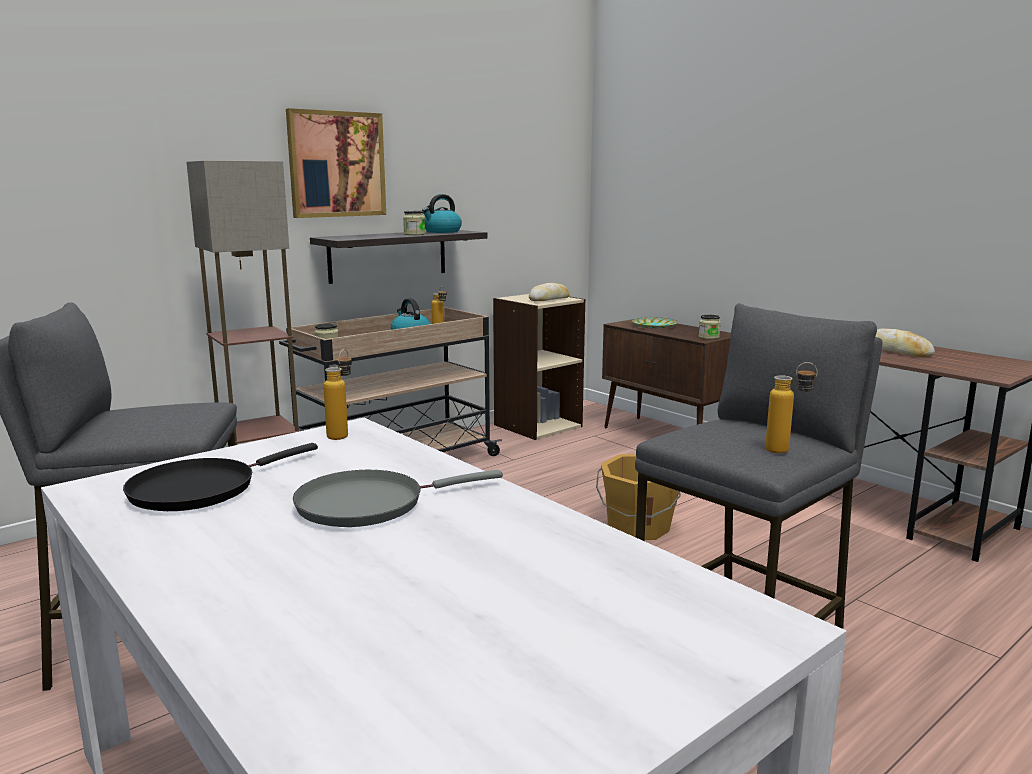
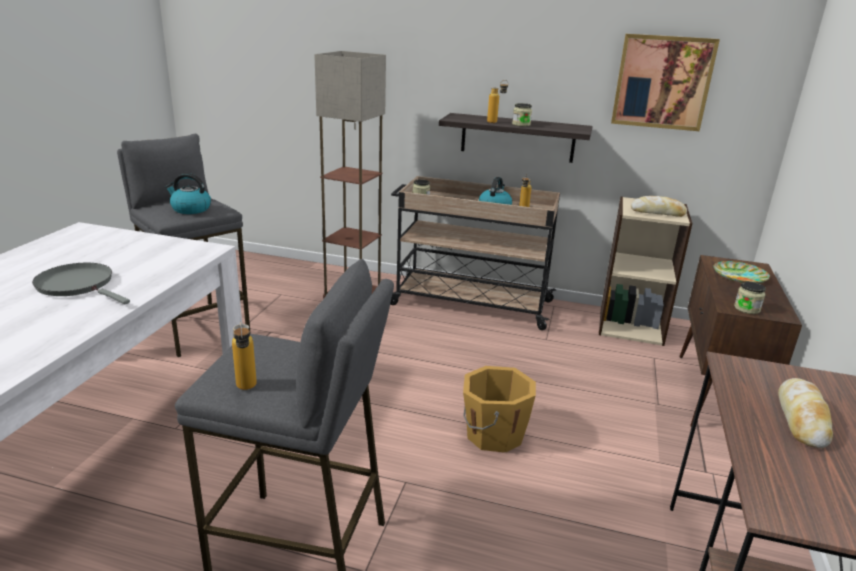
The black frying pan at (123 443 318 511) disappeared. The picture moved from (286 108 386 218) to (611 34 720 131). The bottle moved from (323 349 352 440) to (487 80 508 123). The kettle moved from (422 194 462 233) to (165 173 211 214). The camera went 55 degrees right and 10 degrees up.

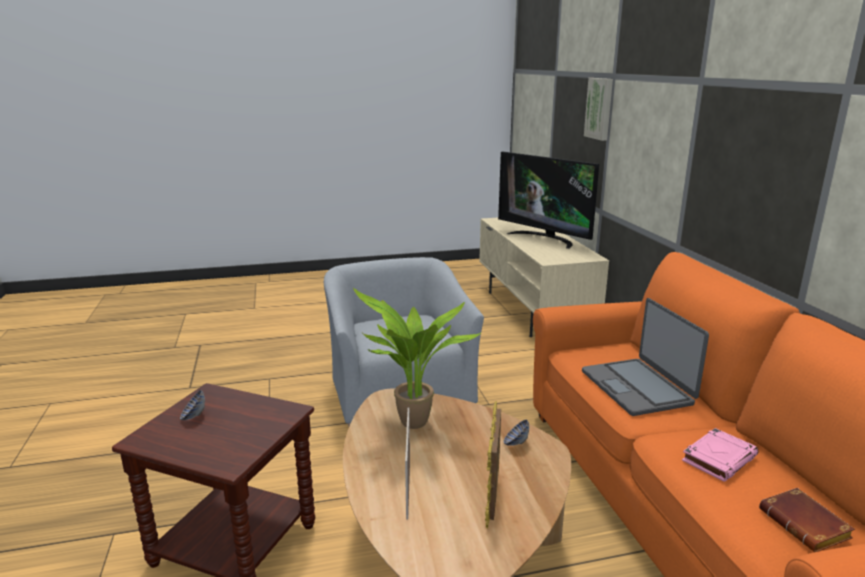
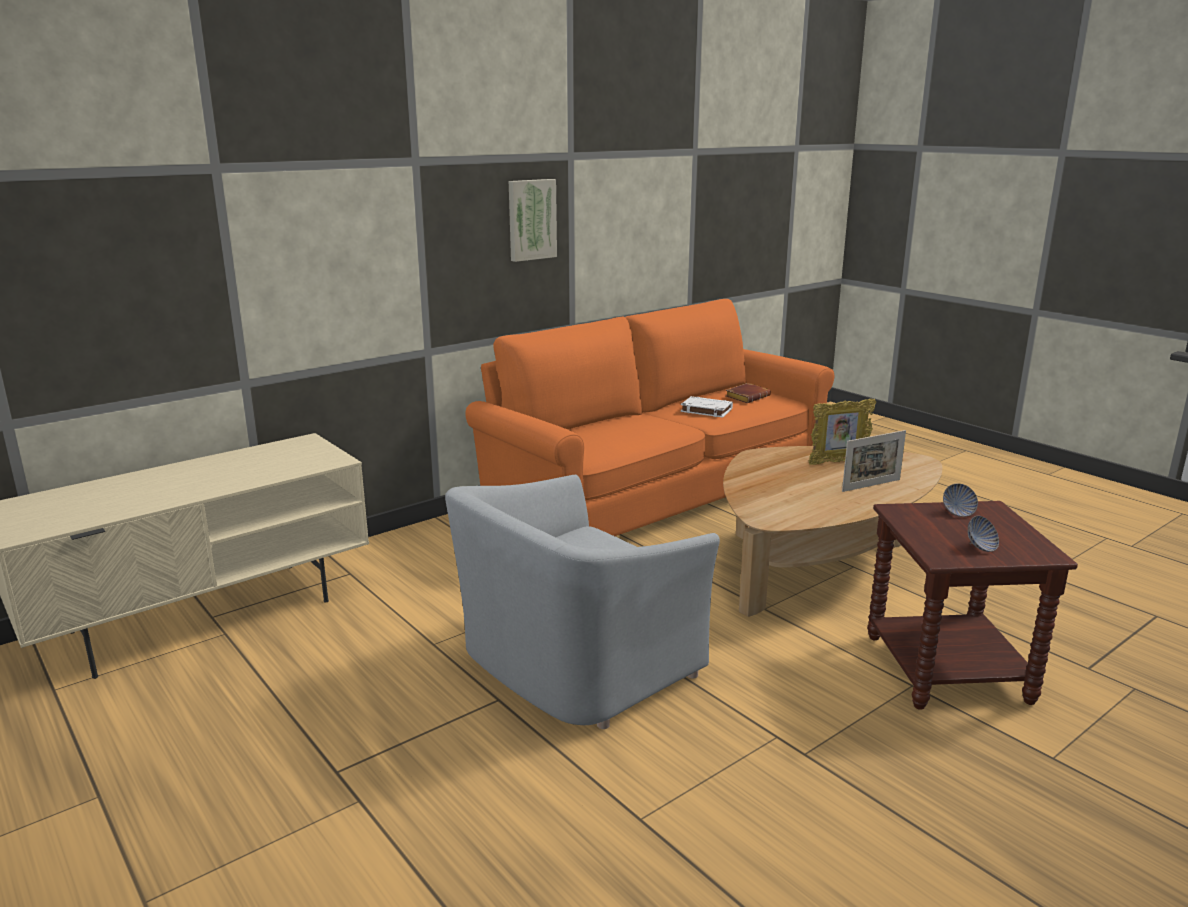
The potted plant at (353 288 482 429) disappeared. The television at (498 152 599 249) disappeared. The bowl moved from (503 420 529 446) to (943 484 978 517). The laptop at (582 298 709 416) disappeared. The picture moved from (584 78 613 141) to (509 179 557 262). The pink book at (682 428 758 482) became the white book at (681 396 733 418). The camera went 115 degrees left and 0 degrees up.

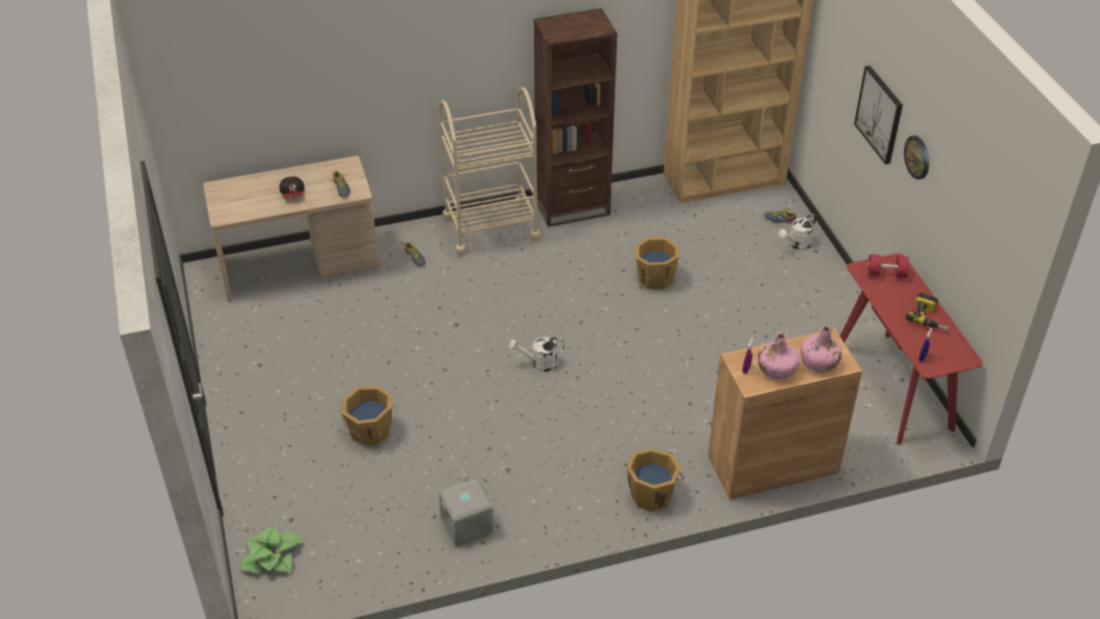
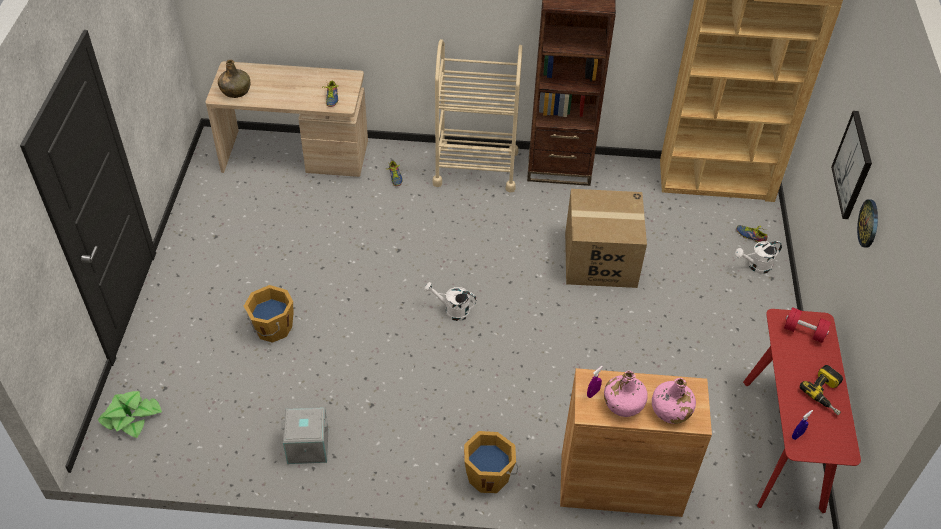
The cap at (279 176 305 199) disappeared. The orange bucket at (636 237 679 289) was replaced by the cardboard box at (565 189 647 288). The green bottle at (218 60 251 98) appeared. The camera went 20 degrees right and 5 degrees up.

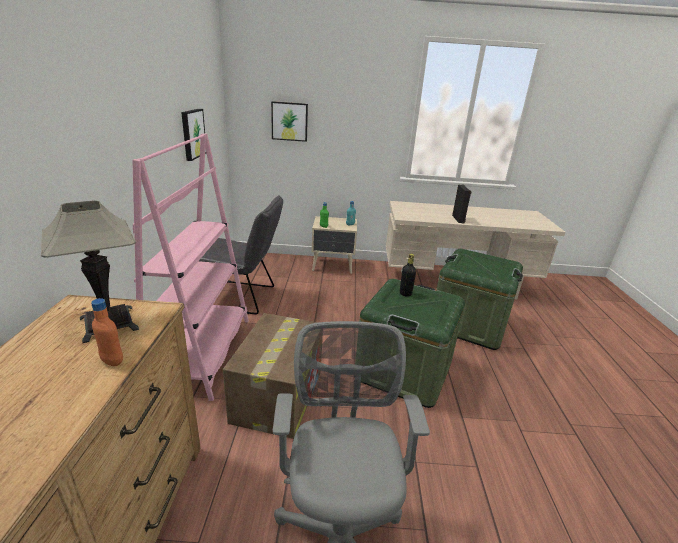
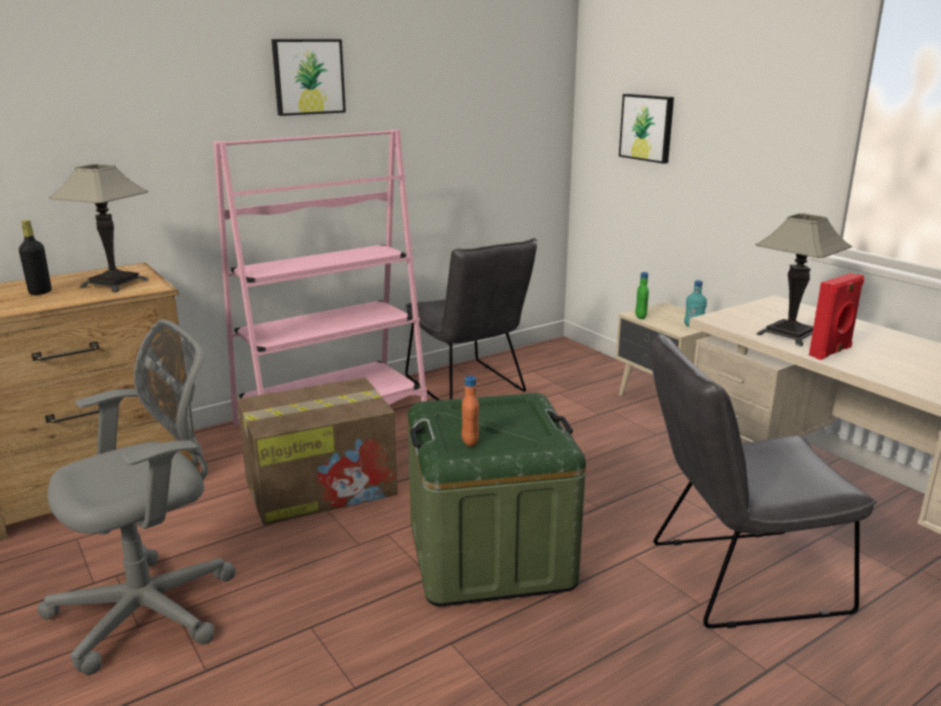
The orange bottle moved from (91 298 123 366) to (462 376 479 447). The picture moved from (181 109 206 161) to (271 39 346 116). The black bottle moved from (400 254 416 297) to (19 220 51 295). The green storage box at (436 249 523 350) was replaced by the grey chair at (650 332 877 628). The black speaker at (452 184 471 224) became the red speaker at (809 273 864 360). The table lamp at (755 213 852 347) appeared. The camera went 55 degrees right and 5 degrees down.

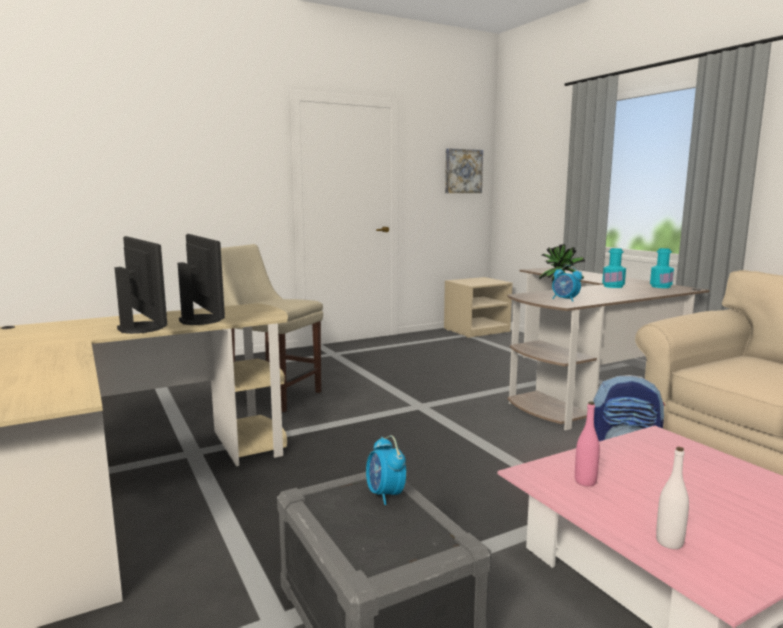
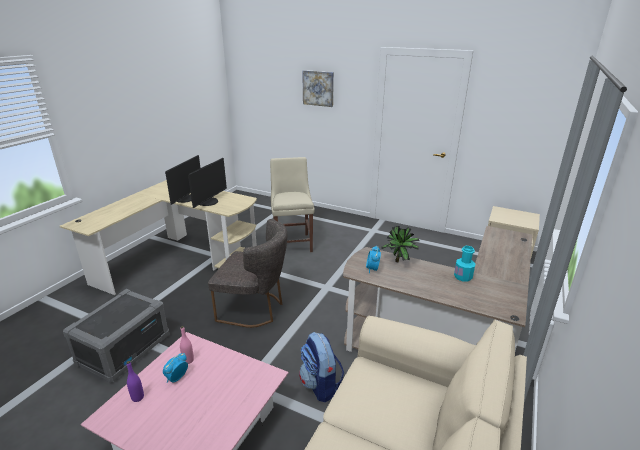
The alarm clock moved from (366 435 406 505) to (163 353 188 383). The picture moved from (445 148 483 193) to (302 70 334 107). The turquoise bottle at (650 248 674 288) disappeared. The white bottle at (656 447 689 549) became the purple bottle at (126 361 144 402). The grey chair at (208 219 287 328) appeared. The camera went 55 degrees right and 15 degrees up.

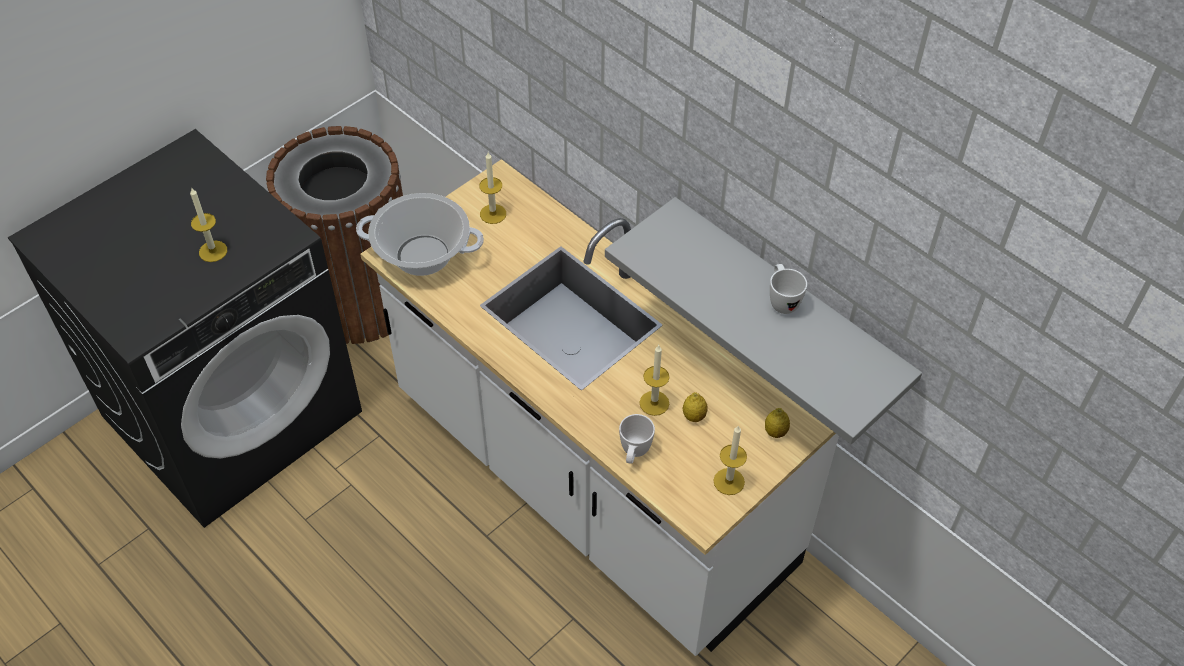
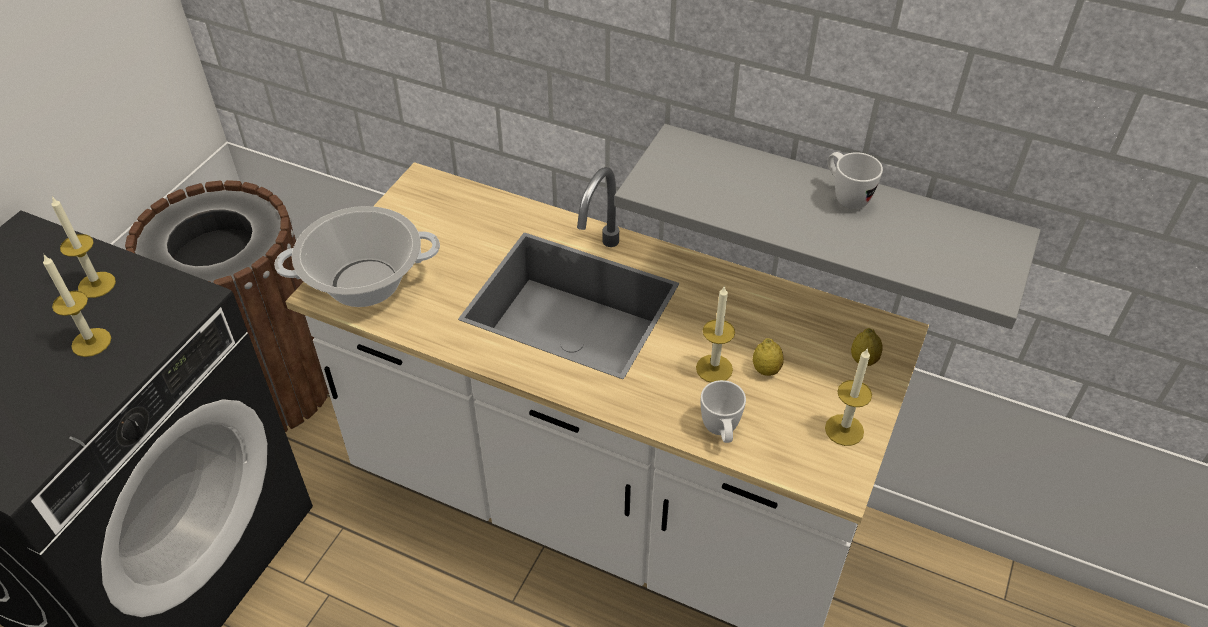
The candle moved from (479 152 506 224) to (52 196 116 298). The camera went 20 degrees left and 5 degrees down.

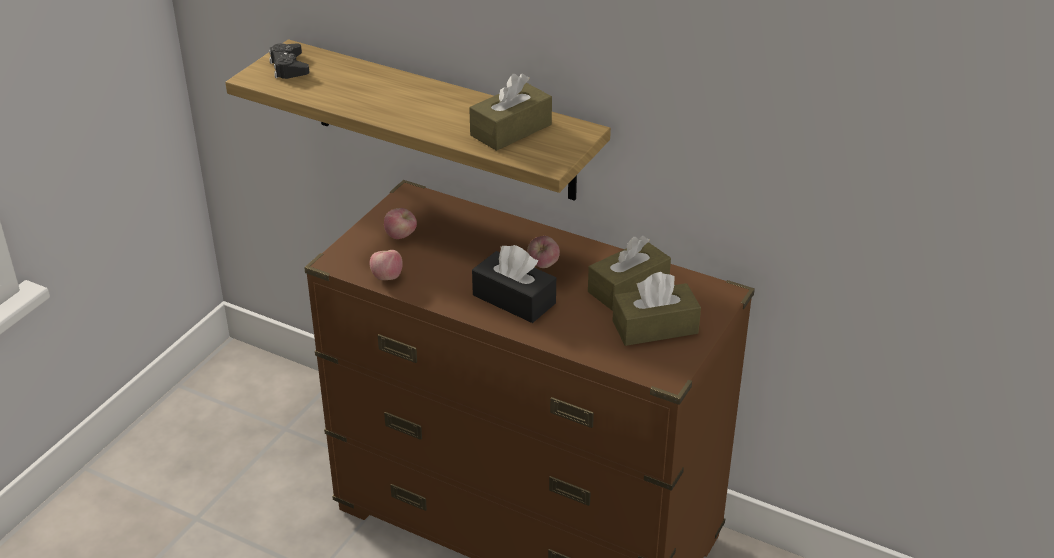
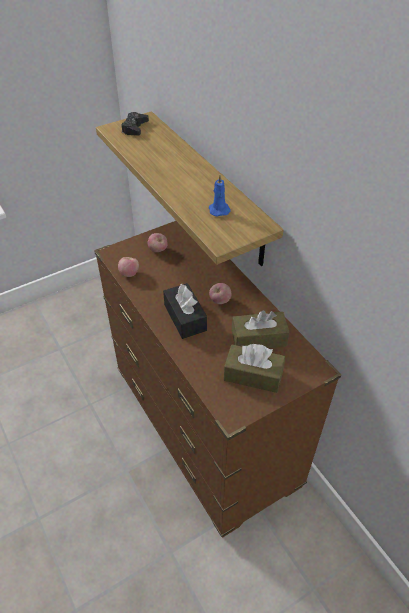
The brown tissue box at (469 73 552 151) was replaced by the blue candle at (209 175 231 217). The camera went 30 degrees right and 10 degrees up.

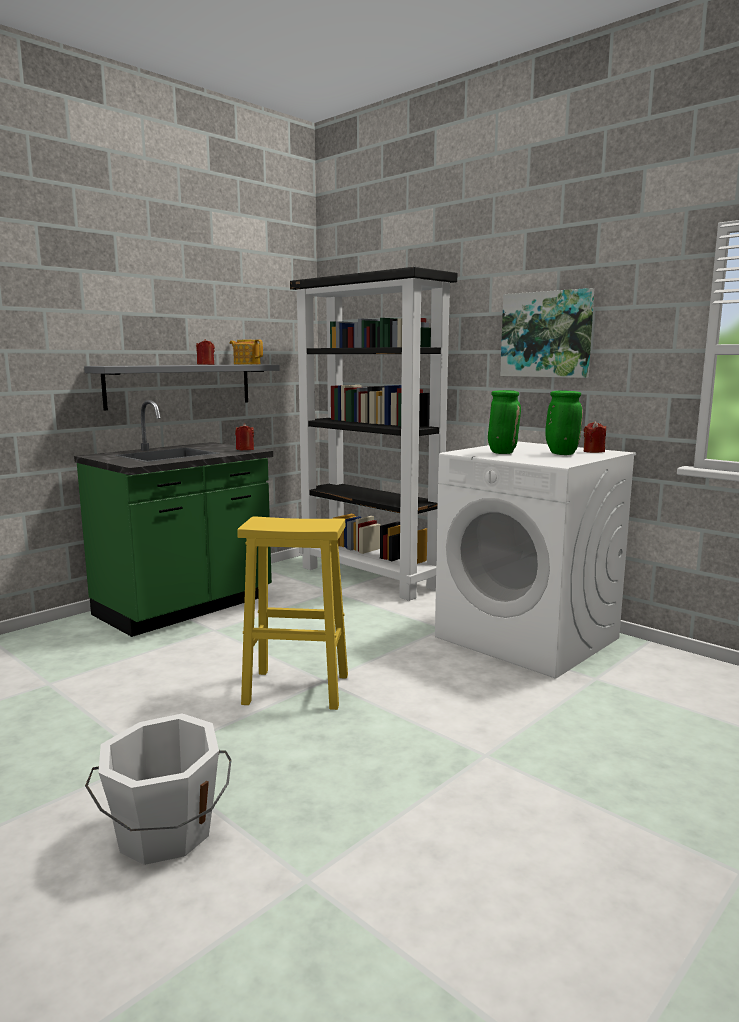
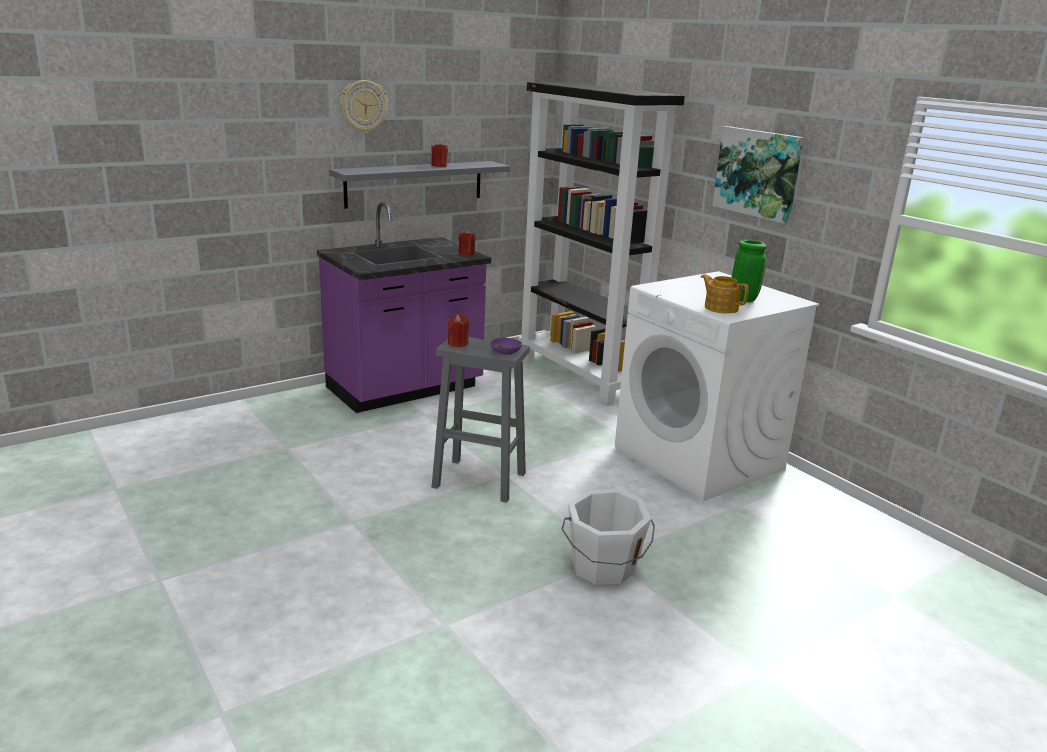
The green counter at (74 400 273 637) became the purple counter at (317 202 491 413). The white bucket moved from (85 713 232 865) to (561 489 655 585). The teapot moved from (230 339 263 365) to (701 274 749 314). The yellow stool at (237 516 348 710) became the grey stool at (432 337 530 503). The green vase at (488 390 521 454) disappeared. The red candle moved from (584 421 606 453) to (448 314 469 347). The wall clock at (340 80 388 133) appeared. The purple bowl at (490 338 522 355) appeared. The camera went 10 degrees right and 10 degrees up.

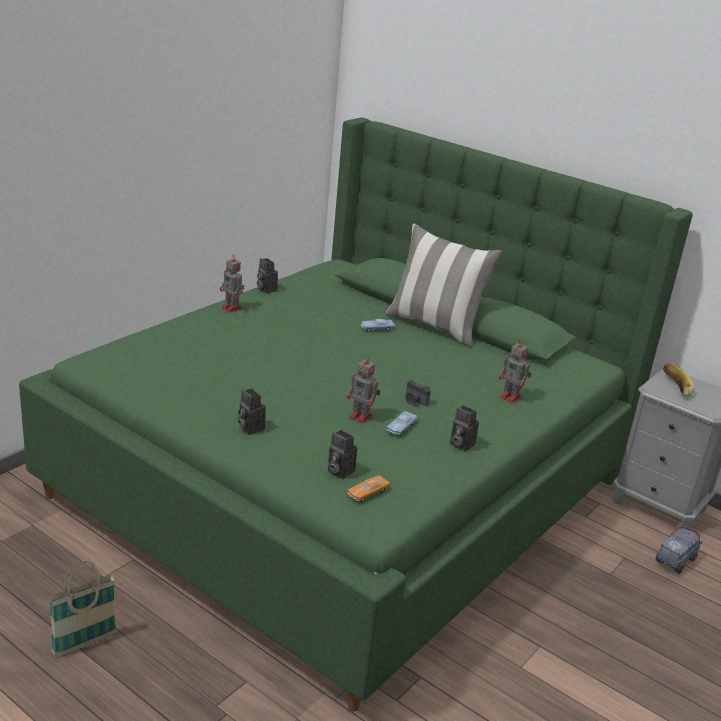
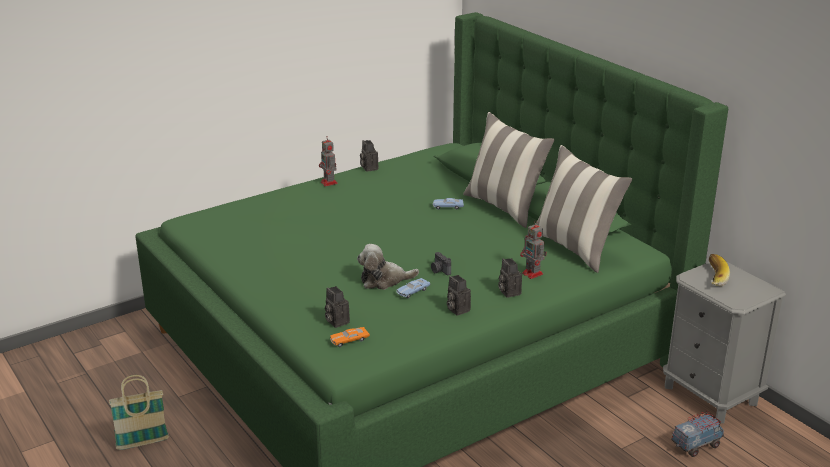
The photo camera moved from (238 389 266 435) to (498 258 522 298). The toy robot at (347 355 380 423) was replaced by the plush toy at (357 244 419 290). The pillow at (536 145 632 273) appeared. The camera went 20 degrees right and 0 degrees up.

